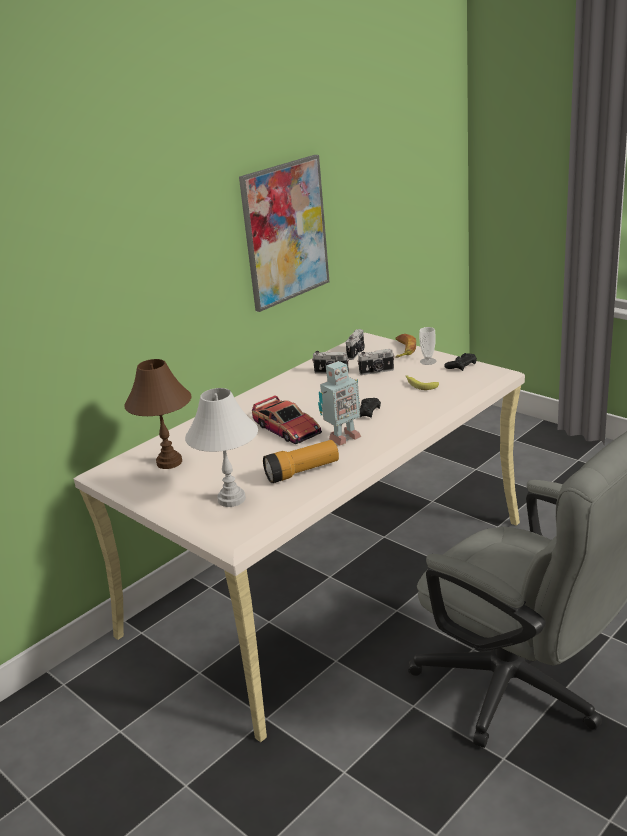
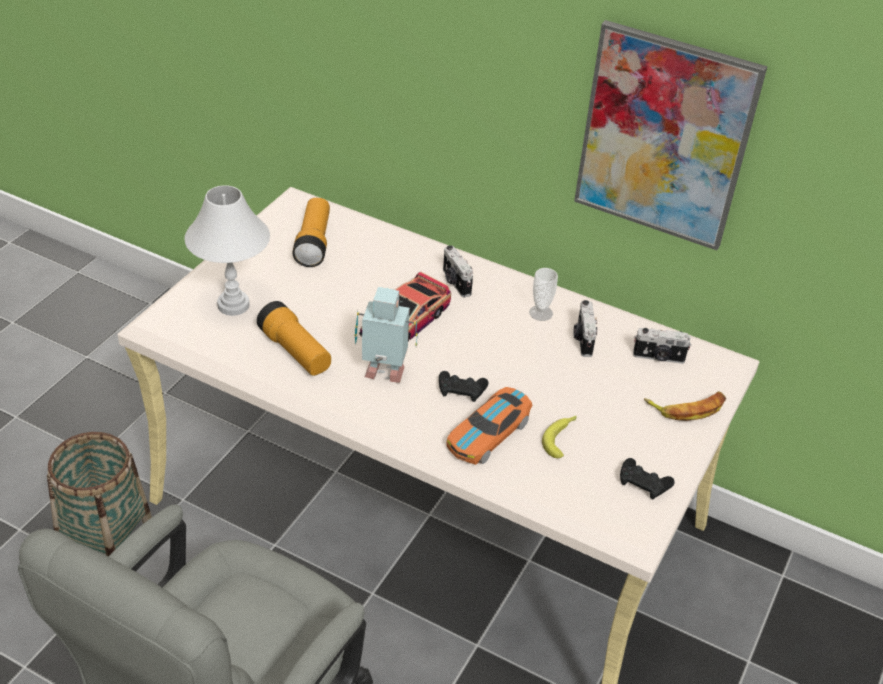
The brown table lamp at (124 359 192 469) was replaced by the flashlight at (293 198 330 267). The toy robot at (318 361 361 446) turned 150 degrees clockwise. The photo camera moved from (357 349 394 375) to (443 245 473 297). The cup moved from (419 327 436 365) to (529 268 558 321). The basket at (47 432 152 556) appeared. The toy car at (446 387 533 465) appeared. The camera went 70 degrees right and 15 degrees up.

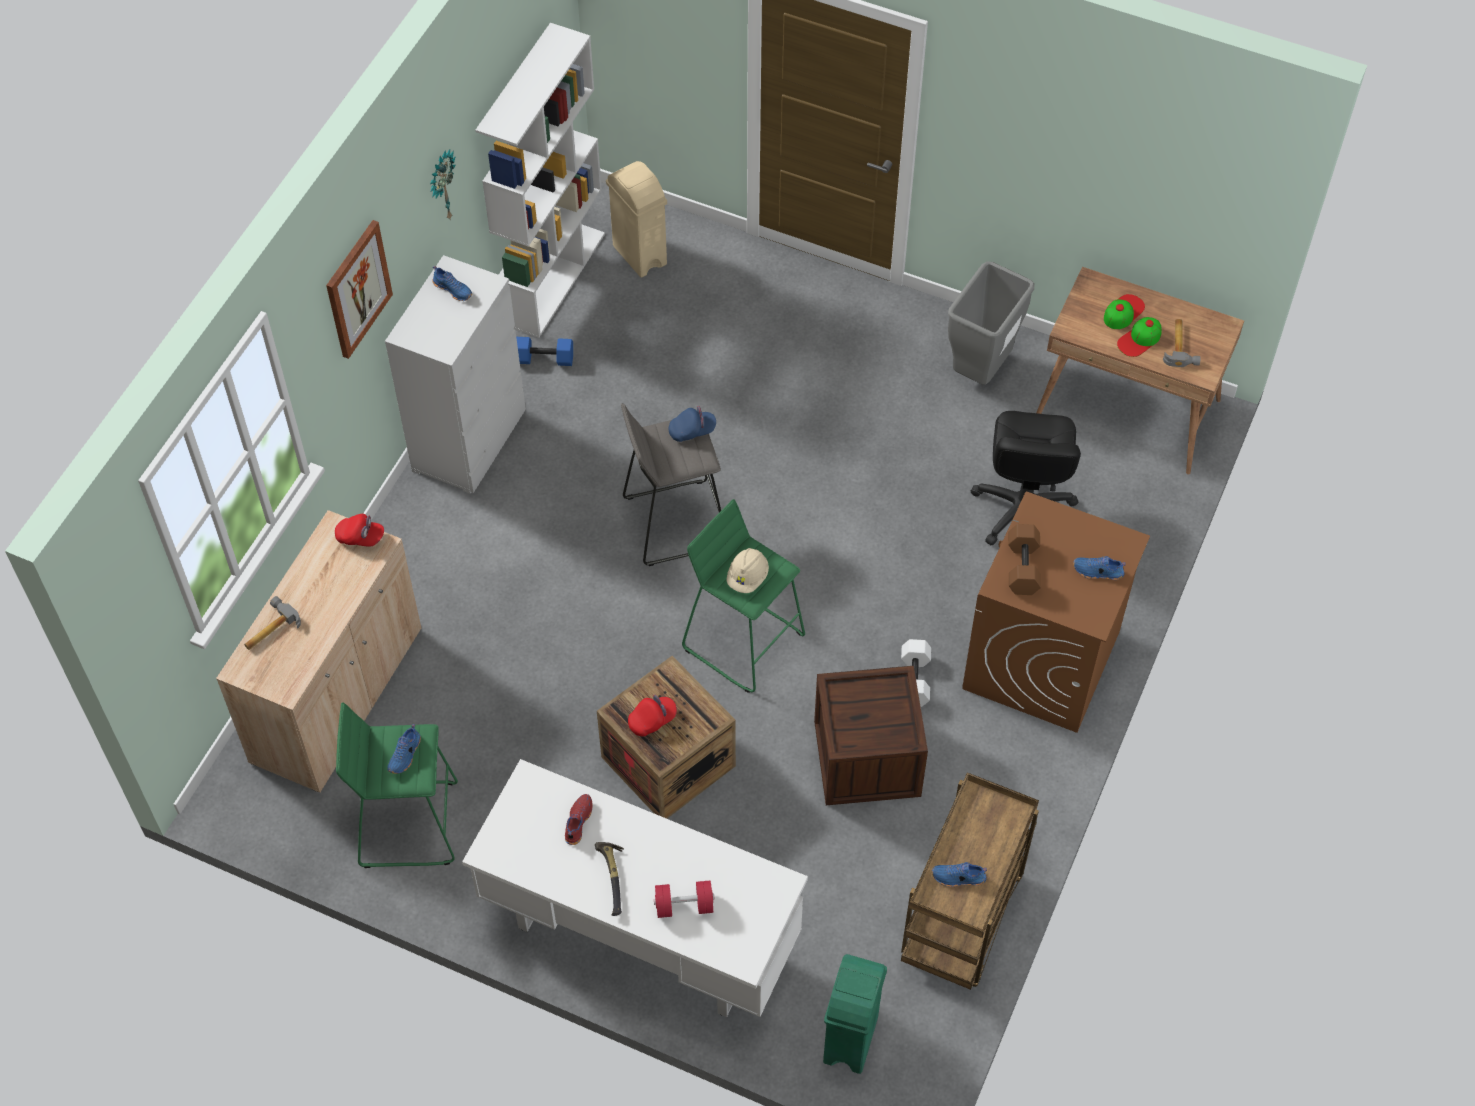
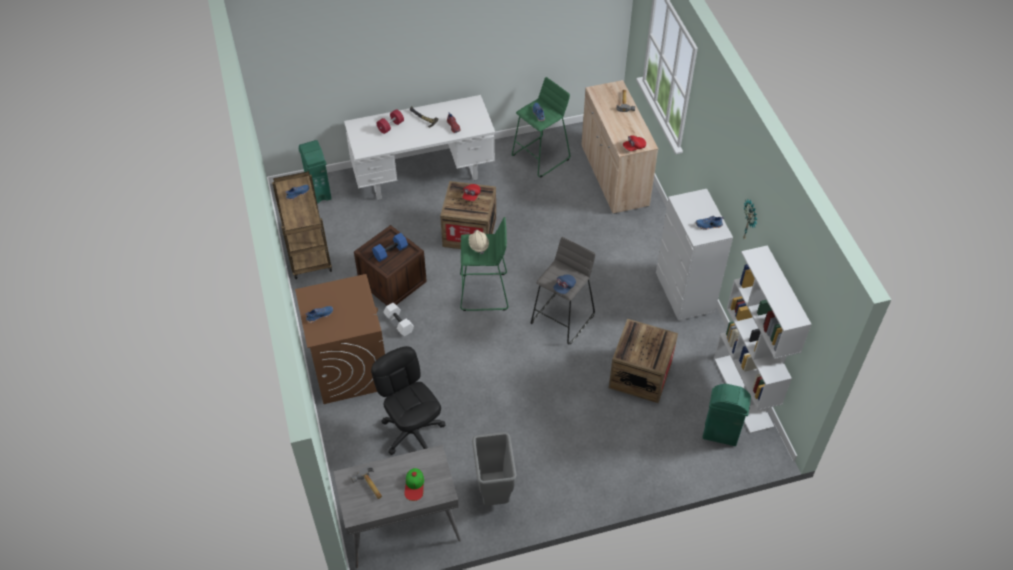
The picture at (326 220 393 359) disappeared. The blue dumbbell moved from (516 337 573 366) to (372 233 408 262). The beige trash can at (606 161 667 277) became the green trash can at (703 384 751 446). The brown dumbbell at (1008 524 1041 595) disappeared. The brown desk at (1036 267 1244 475) became the grey desk at (333 445 461 568). The cap at (1117 317 1162 357) disappeared. The crate at (609 319 678 403) appeared. The camera went 140 degrees right and 5 degrees down.

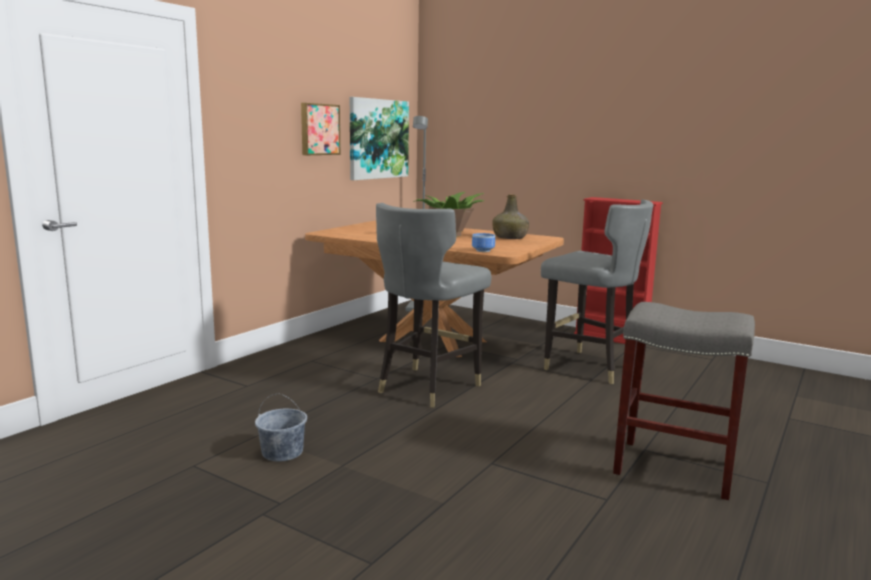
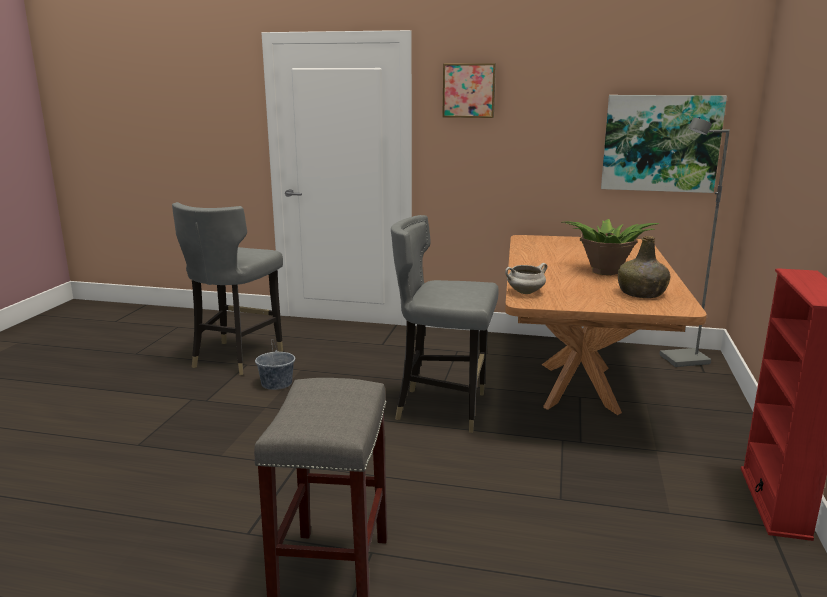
The picture moved from (301 103 341 155) to (442 63 496 118). The bowl at (472 233 495 252) was replaced by the white cooking pot at (505 263 548 294). The grey chair moved from (541 200 653 384) to (172 202 283 375). The camera went 70 degrees right and 5 degrees up.

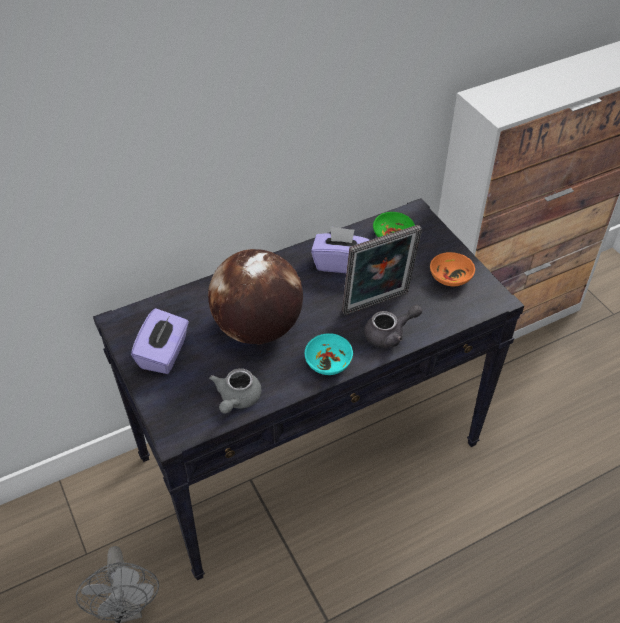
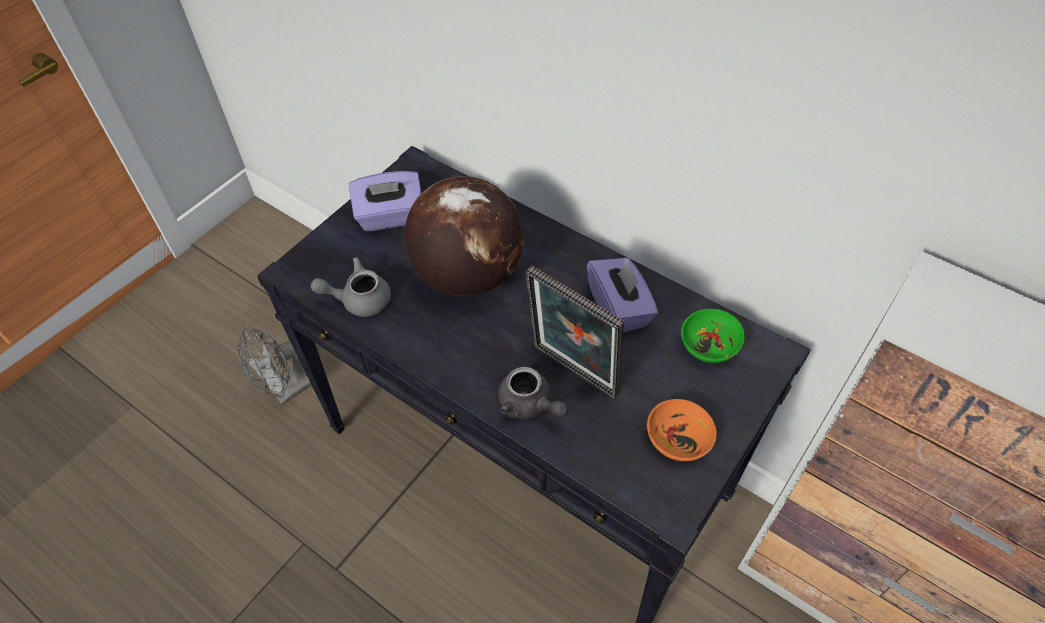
The turquoise bowl at (305 333 353 375) disappeared. The camera went 65 degrees right and 5 degrees up.

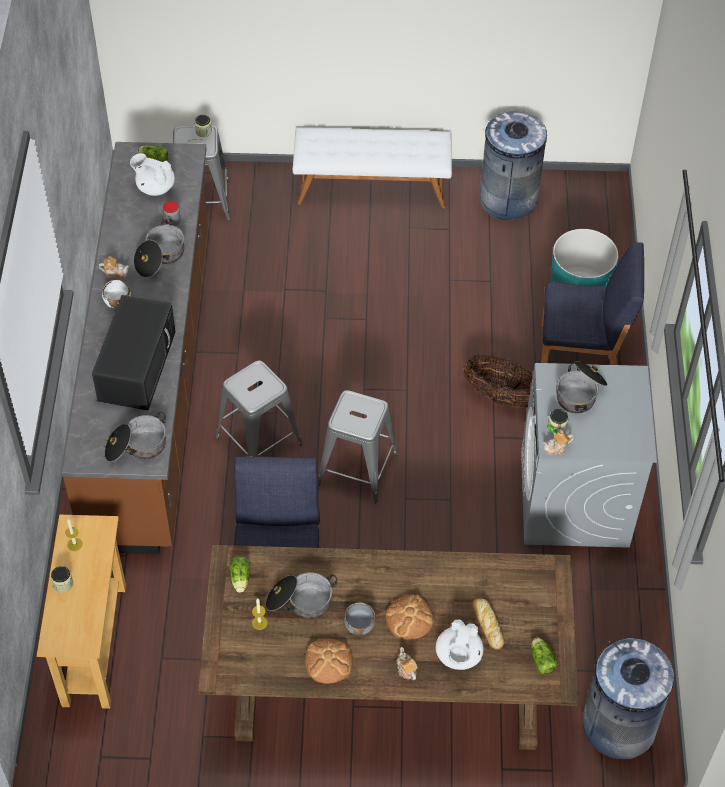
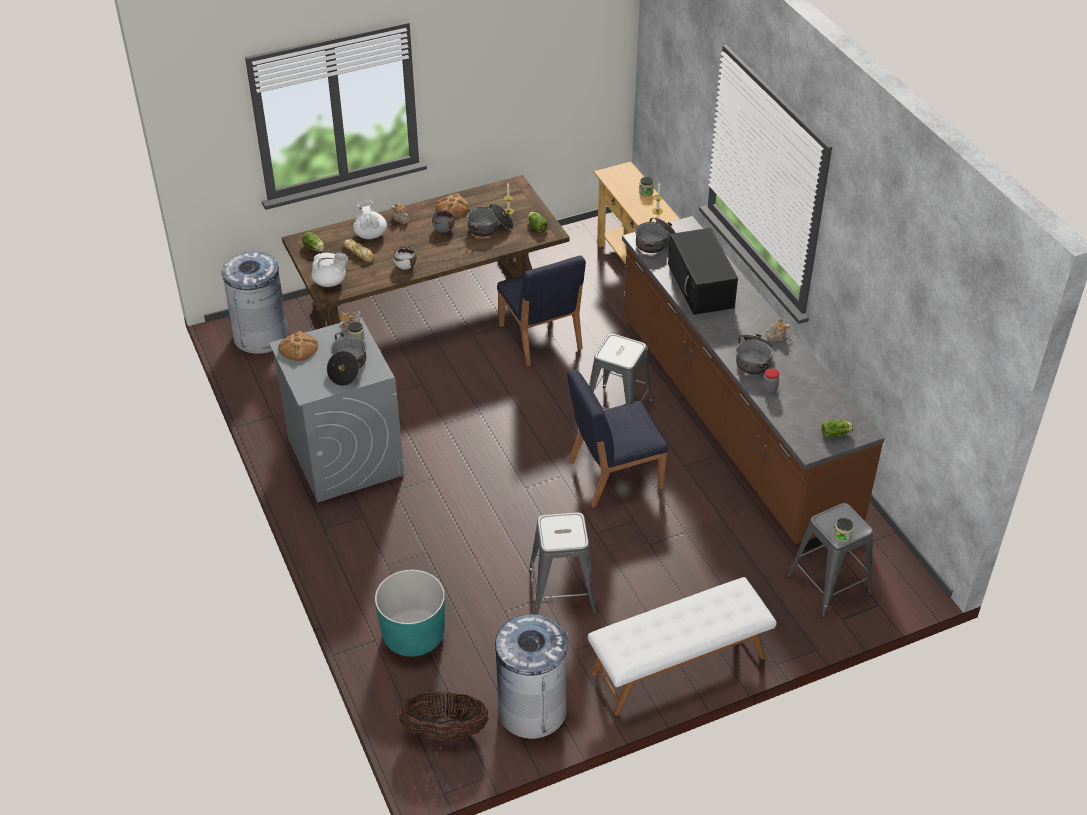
The white bowl moved from (102 280 131 309) to (393 246 416 270). The white teapot moved from (130 153 175 196) to (311 253 348 287). The grey stool moved from (318 390 398 503) to (529 513 596 615). The bread moved from (385 595 434 640) to (278 331 318 361). The basket moved from (463 355 533 407) to (398 692 489 740). The blue chair moved from (541 242 644 365) to (567 370 668 507). The camera went 155 degrees right and 10 degrees down.

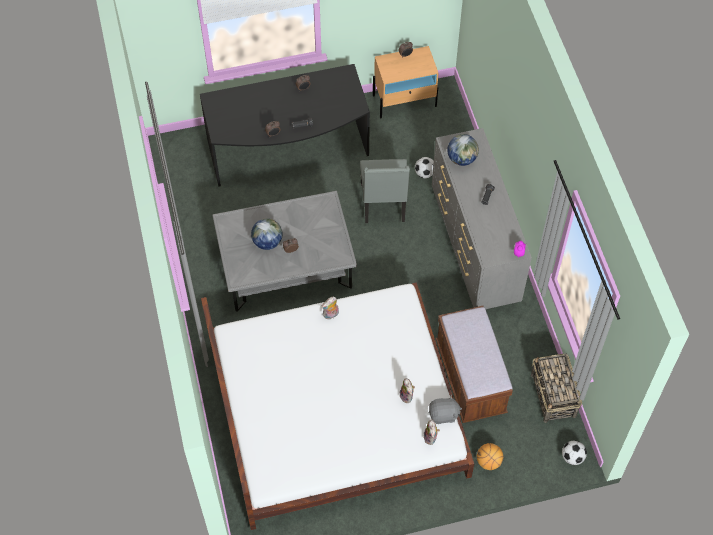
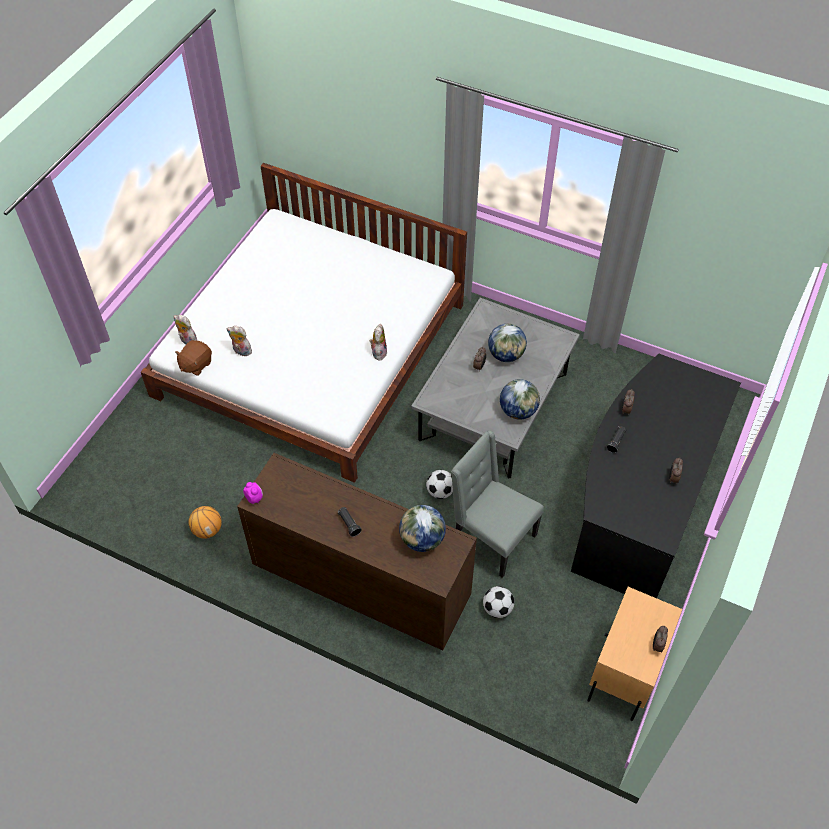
The grey plush toy at (429 395 462 424) became the brown plush toy at (175 340 212 376). The grey dresser at (432 128 532 309) became the brown dresser at (237 453 477 650). The brown bench at (436 306 513 423) disappeared. The basketball moved from (477 443 503 470) to (189 506 222 539). The basket at (531 353 582 423) disappeared. The football moved from (562 440 587 465) to (426 470 453 499). The globe at (500 379 540 420) appeared. The camera went 130 degrees right and 5 degrees down.

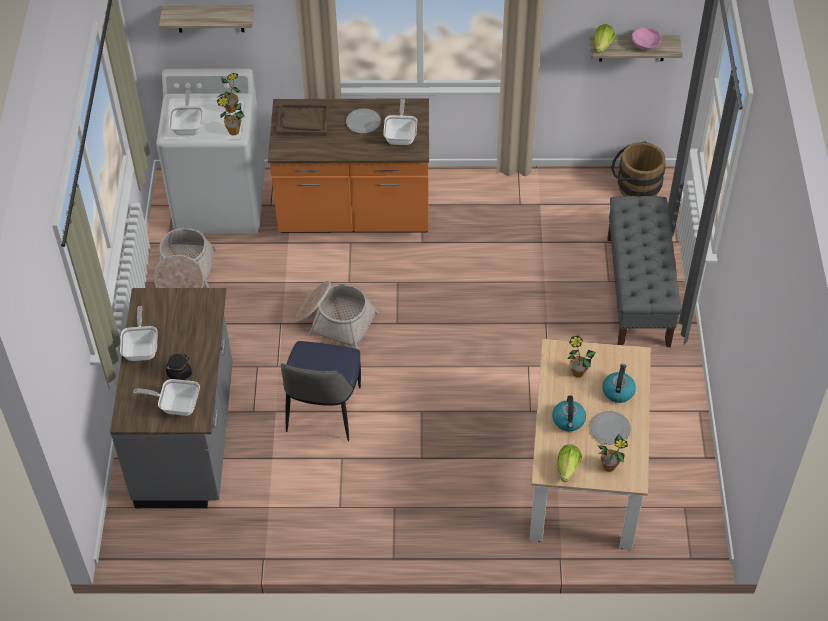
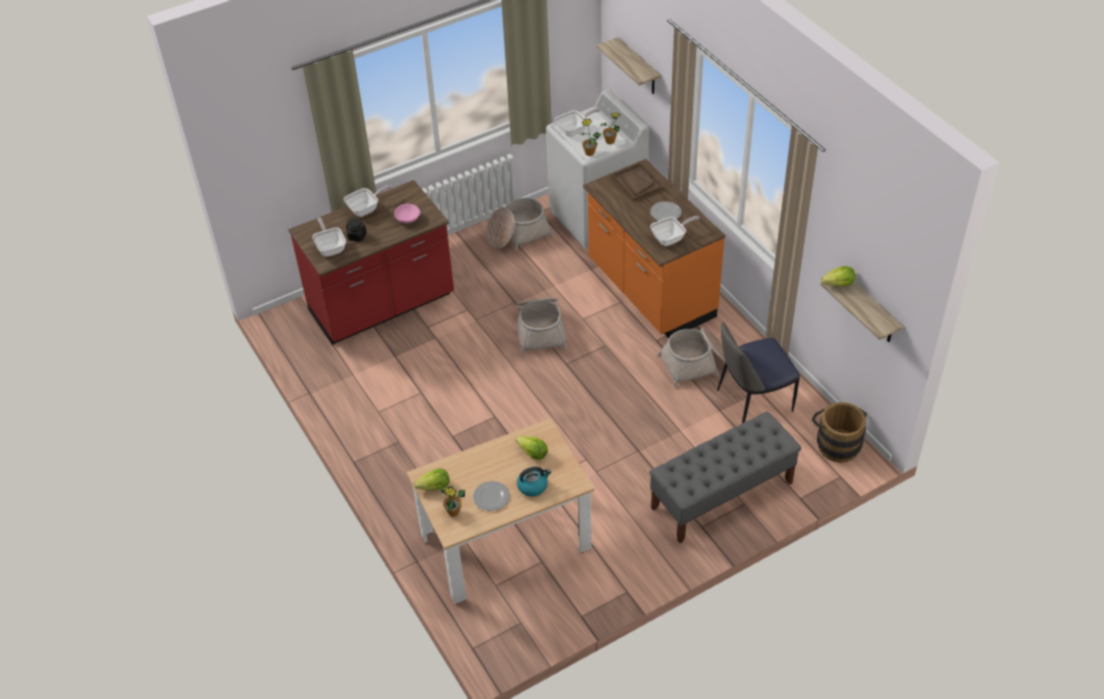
The grey counter at (110 288 233 508) became the red counter at (289 180 454 344). The chair moved from (281 341 361 441) to (717 322 800 423). The kettle at (552 396 586 431) disappeared. The potted plant at (567 336 596 378) was replaced by the lettuce at (516 436 548 460). The pink bowl moved from (631 28 661 50) to (394 204 420 224). The basket at (658 327 725 387) appeared. The camera went 60 degrees right and 5 degrees down.

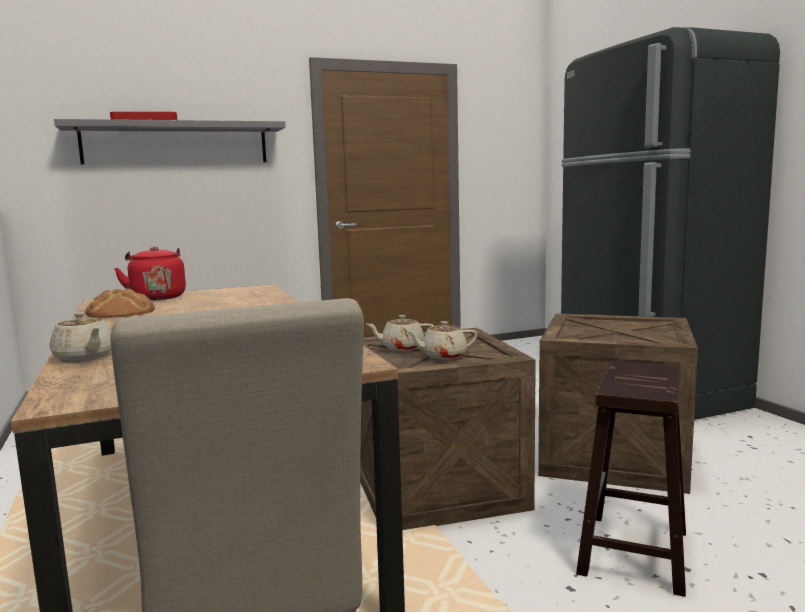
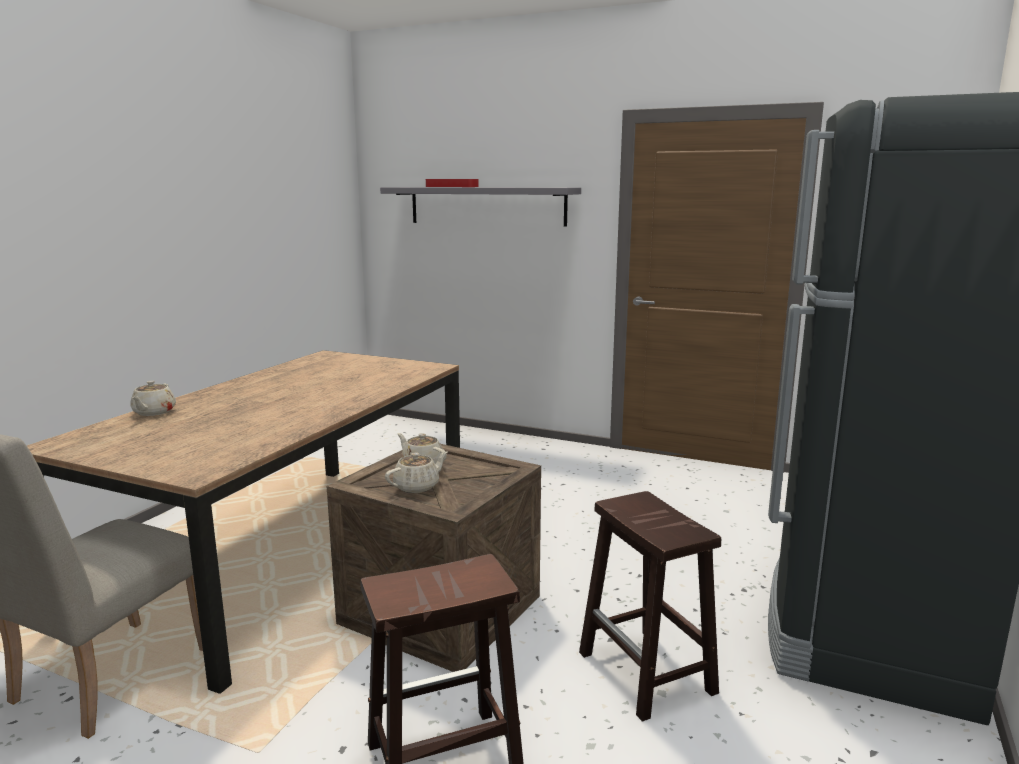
The bread at (85 289 155 318) disappeared. The red kettle at (114 246 186 301) disappeared. The beige teapot at (406 321 478 360) turned 105 degrees clockwise. The crate at (538 313 698 494) was replaced by the brown stool at (579 491 721 722). The camera went 45 degrees right and 5 degrees up.

